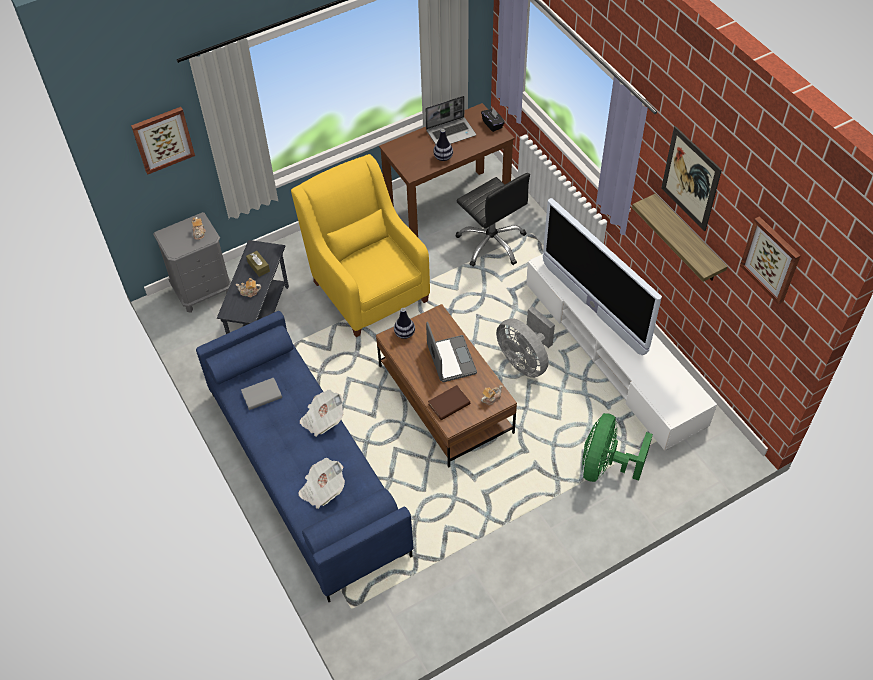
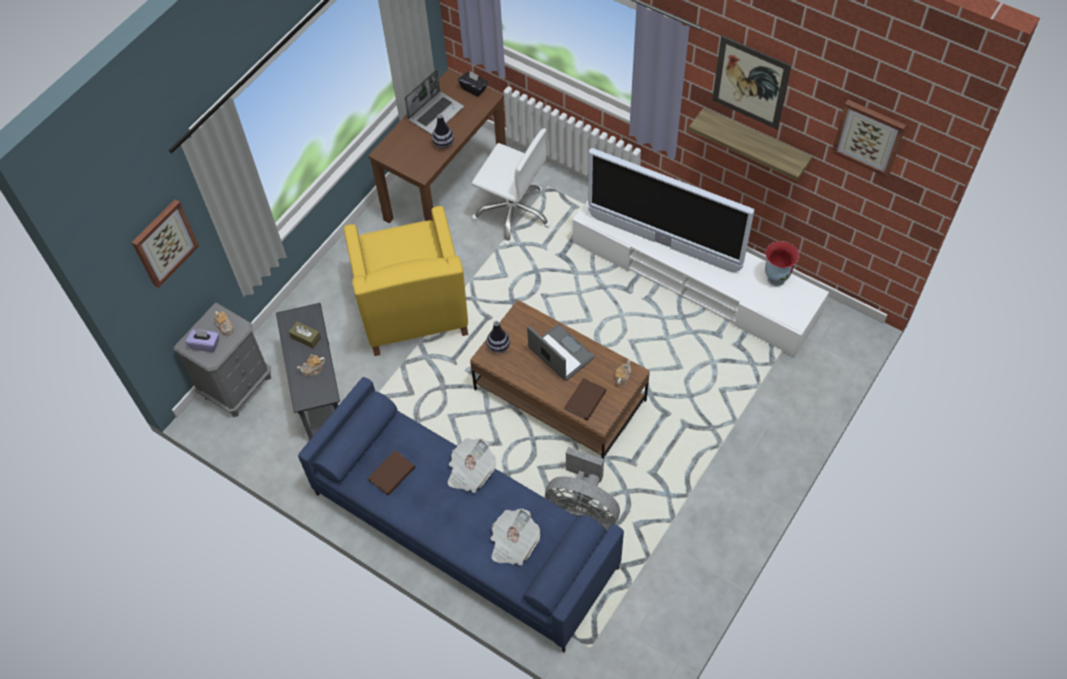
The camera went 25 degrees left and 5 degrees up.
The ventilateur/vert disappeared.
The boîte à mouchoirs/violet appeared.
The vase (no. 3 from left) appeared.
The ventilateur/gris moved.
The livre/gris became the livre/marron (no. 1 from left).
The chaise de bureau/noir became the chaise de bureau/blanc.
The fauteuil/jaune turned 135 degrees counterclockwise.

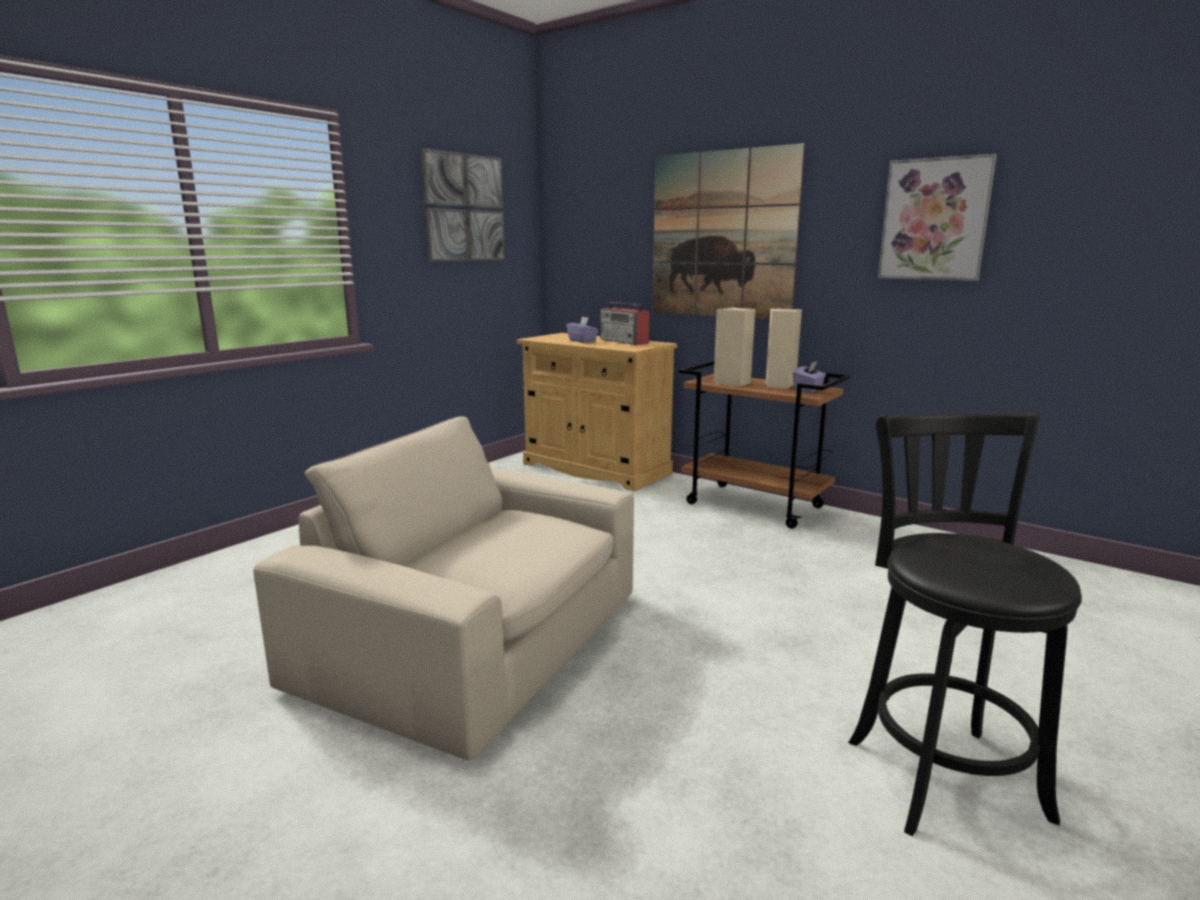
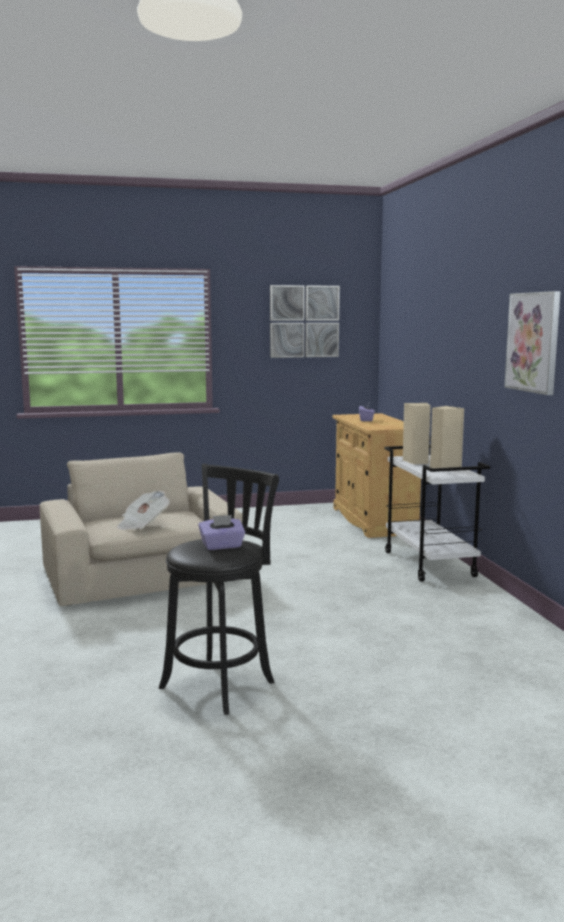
The camera went 40 degrees right and 5 degrees down.
The radio disappeared.
The tableau (no. 2 from left) disappeared.
The journal appeared.
The boîte à mouchoirs/violet (no. 2 from left in the first image) moved.
The chariot/marron became the chariot/blanc.

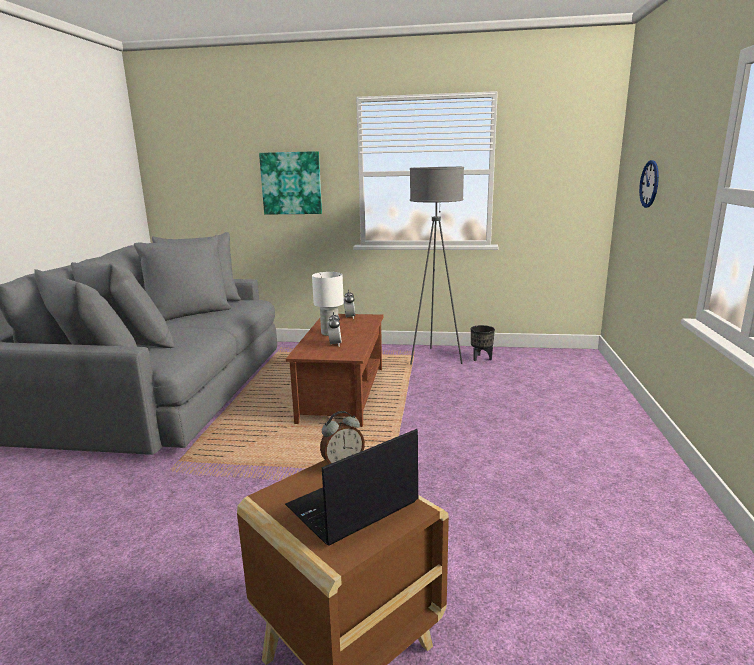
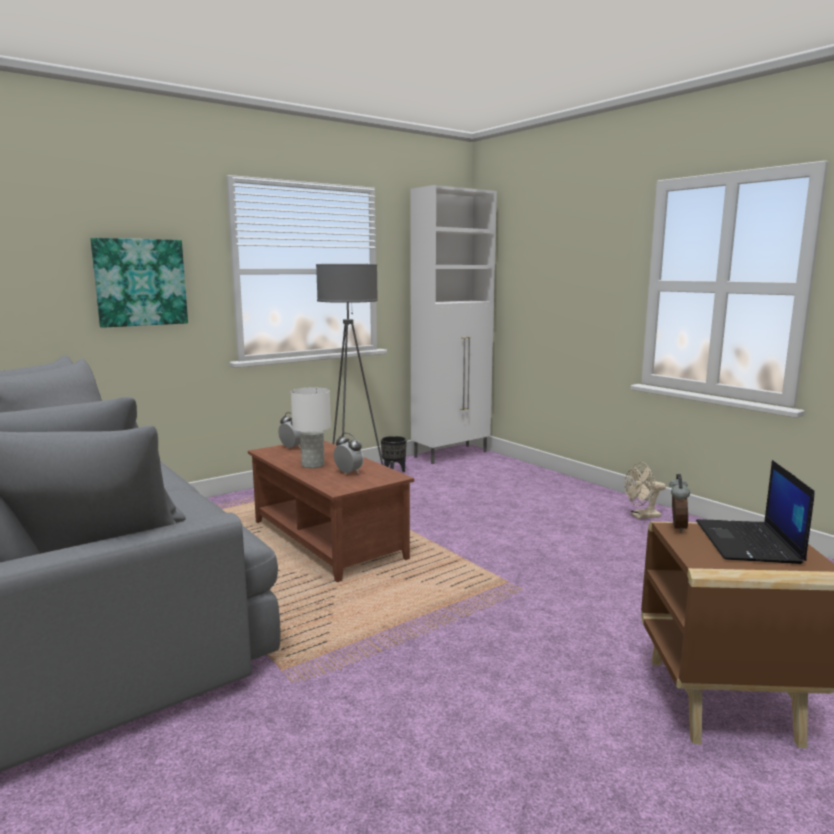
The camera went 45 degrees left and 5 degrees down.
The horloge murale disappeared.
The meuble de rangement/blanc appeared.
The ventilateur/beige appeared.

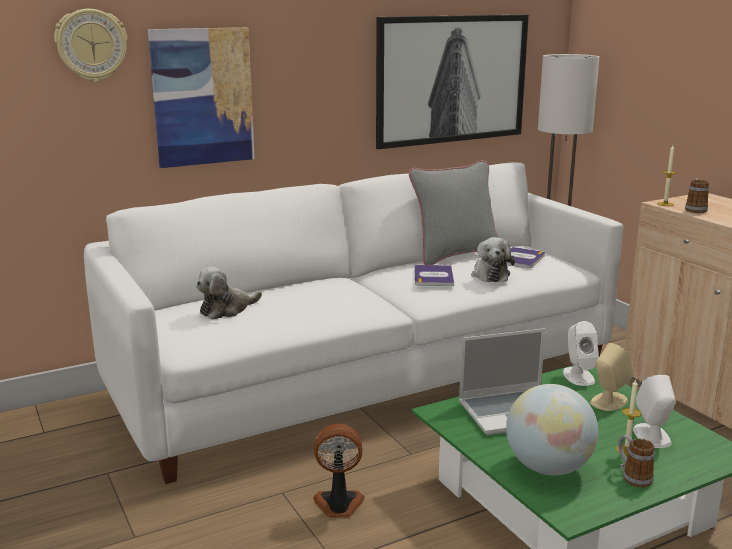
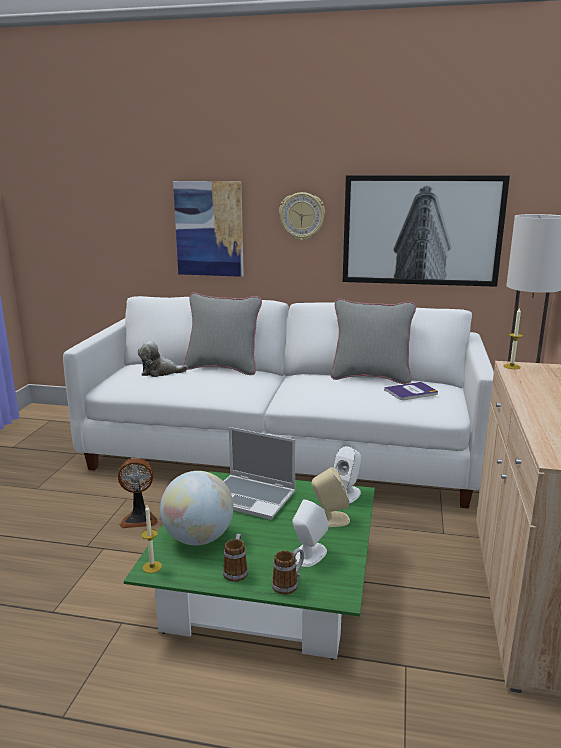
The camera went 40 degrees right and 0 degrees up.
The livre (no. 1 from left) disappeared.
The peluche (no. 2 from left) disappeared.
The coussin/gris (no. 1 from left) appeared.
The horloge murale moved.
The bougie (no. 1 from left) moved.
The mug (no. 2 from left) moved.
The ventilateur turned 135 degrees clockwise.

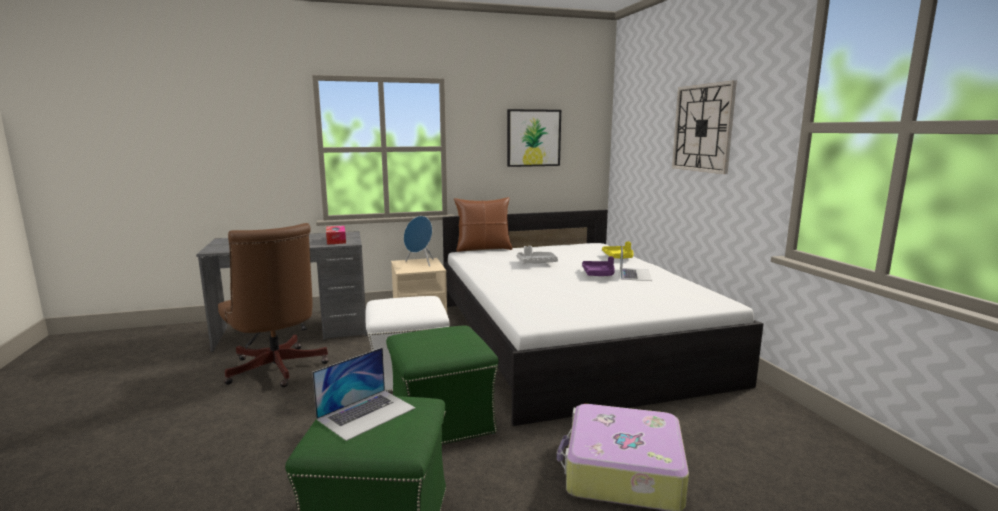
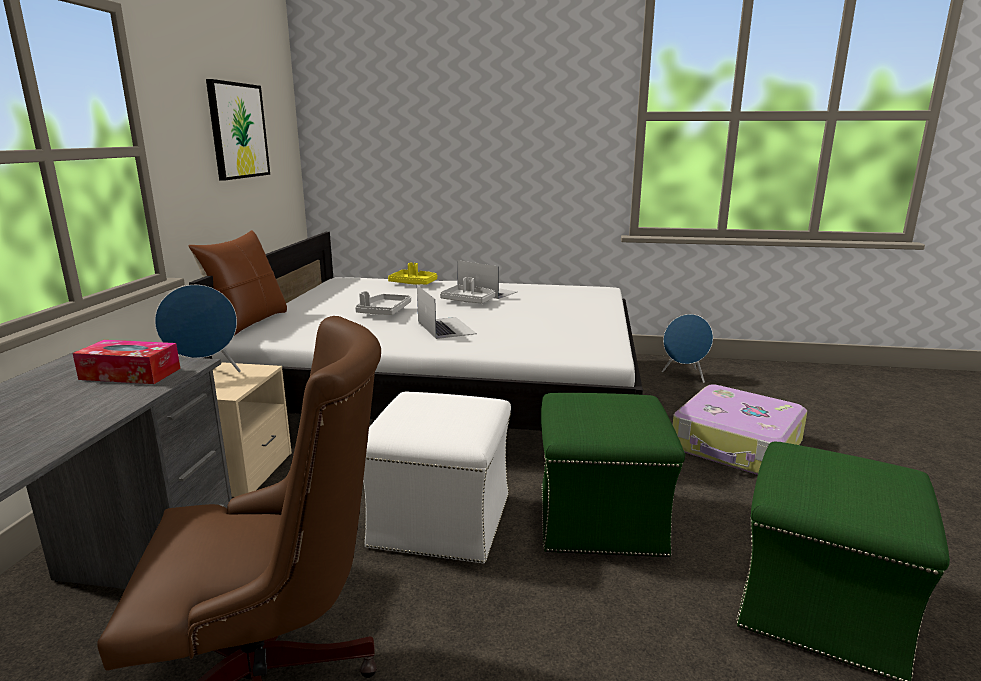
The camera went 65 degrees left and 5 degrees up.
The horloge murale disappeared.
The enceinte/bleu (no. 2 from left) appeared.
The ordinateur portable (no. 1 from left) moved.
The plateau/violet became the plateau/gris (no. 2 from left).

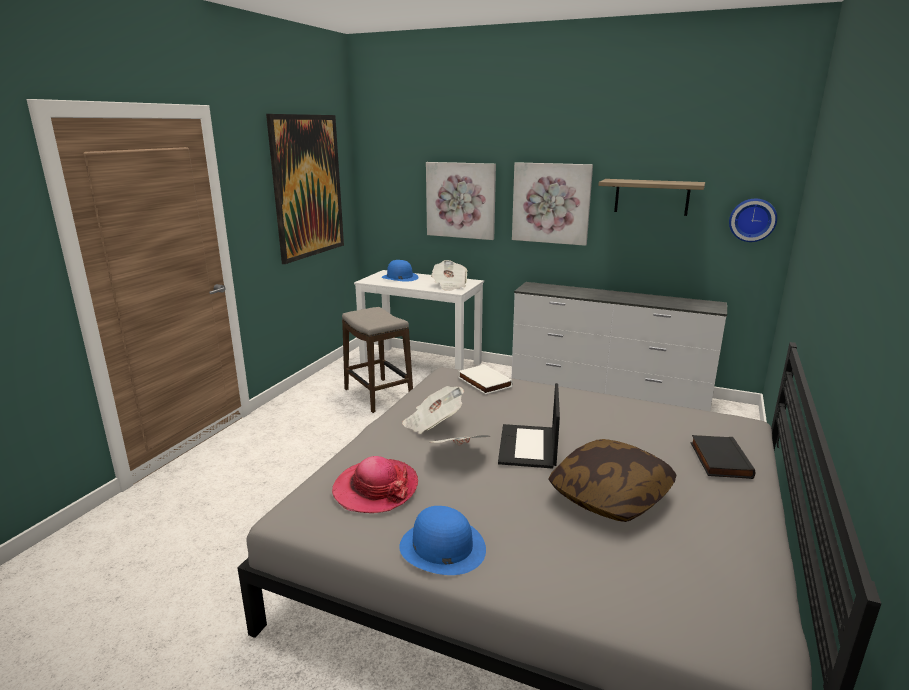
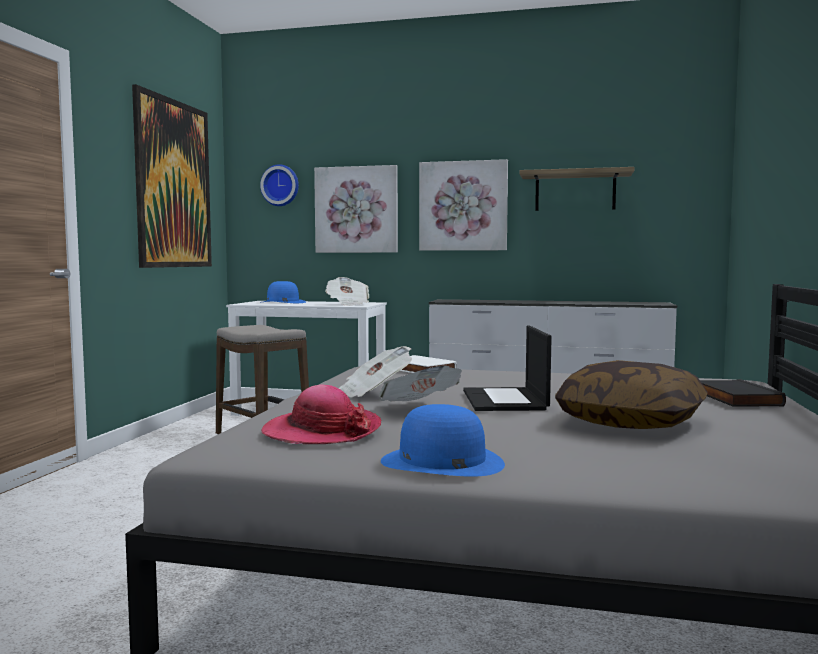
The camera went 10 degrees left and 15 degrees down.
The horloge murale moved.

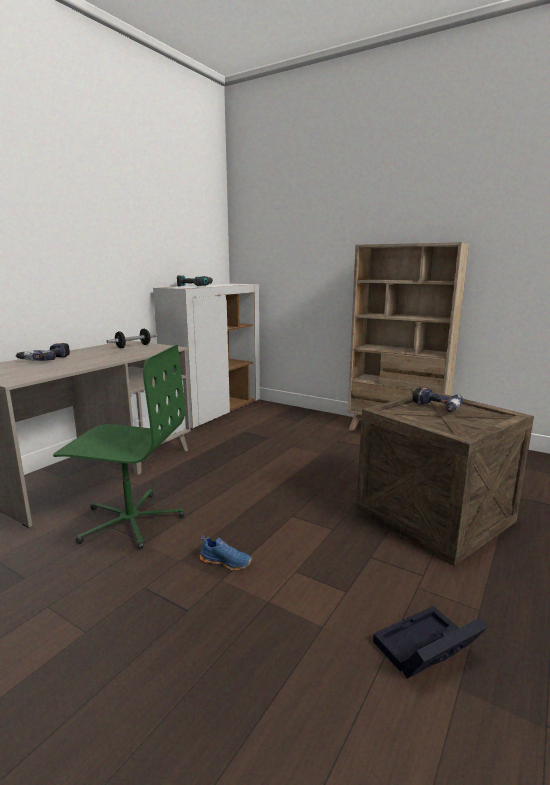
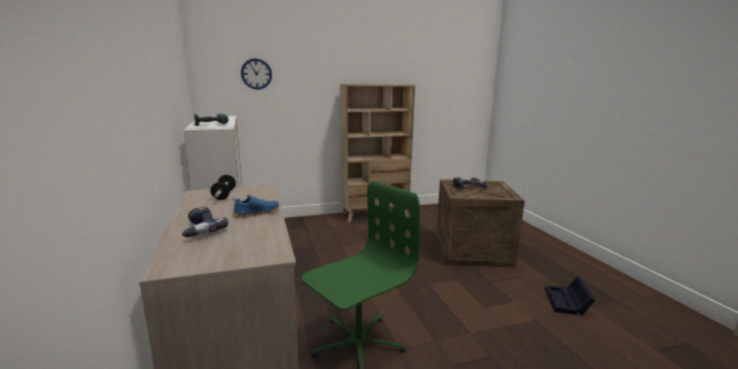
The camera went 50 degrees left and 0 degrees up.
The horloge murale appeared.
The chaussure/bleu moved.

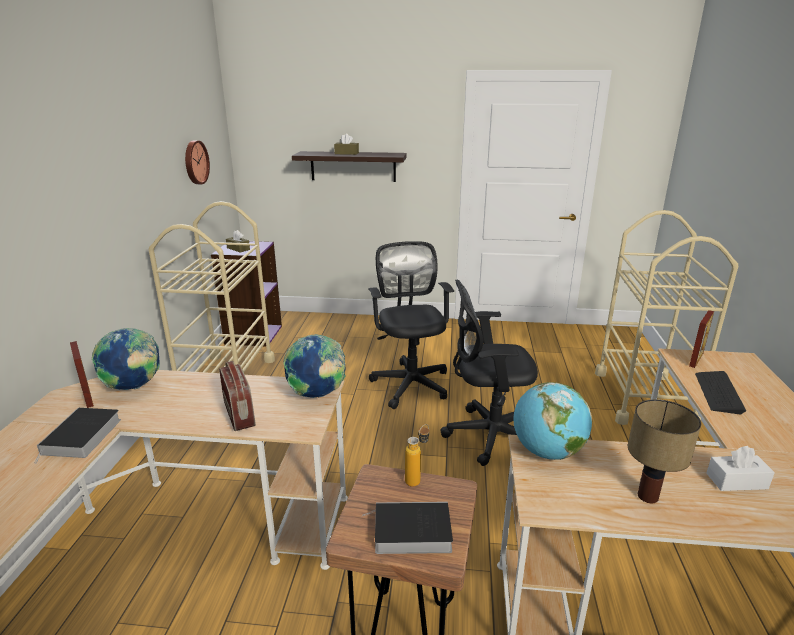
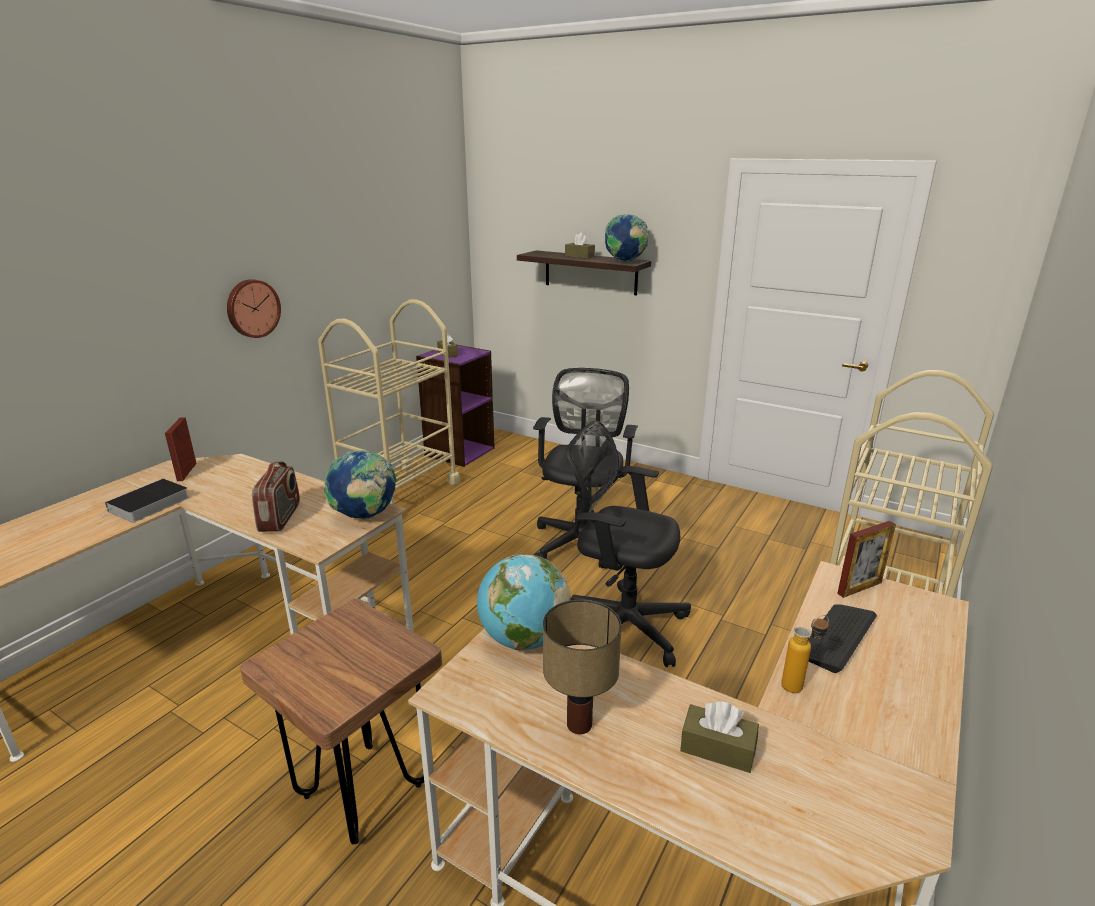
The camera went 25 degrees right and 0 degrees up.
The livre (no. 2 from left) disappeared.
The globe (no. 1 from left in the first image) moved.
The horloge murale moved.
The bouteille moved.
The boîte à mouchoirs/blanc became the boîte à mouchoirs/marron (no. 3 from left).

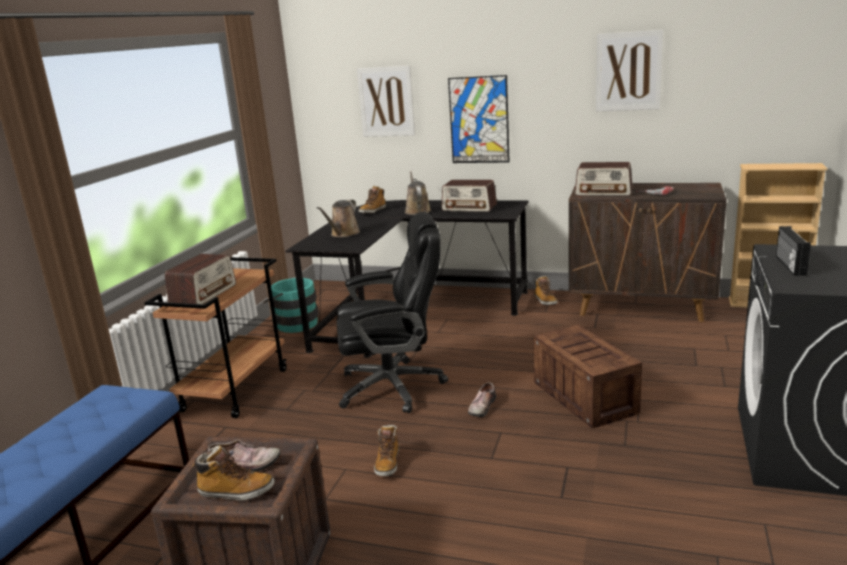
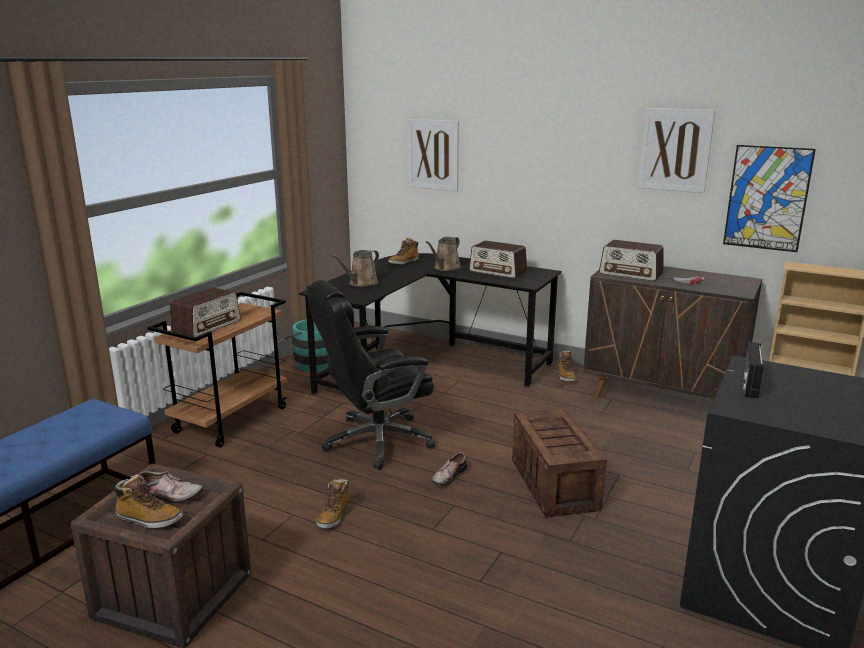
The camera went 10 degrees right and 0 degrees up.
The tableau (no. 2 from left in the first image) moved.
The chaise de bureau/noir turned 150 degrees clockwise.
The arrosoir/marron (no. 2 from left) turned 150 degrees counterclockwise.

